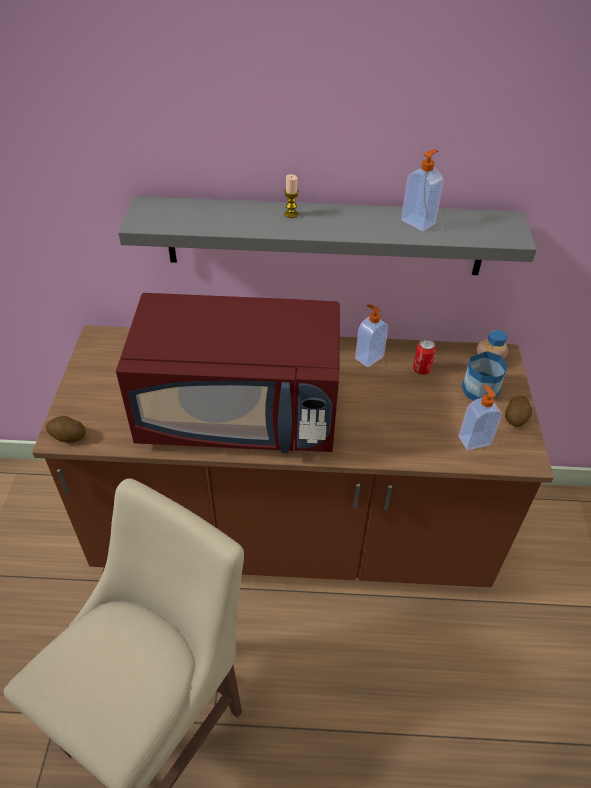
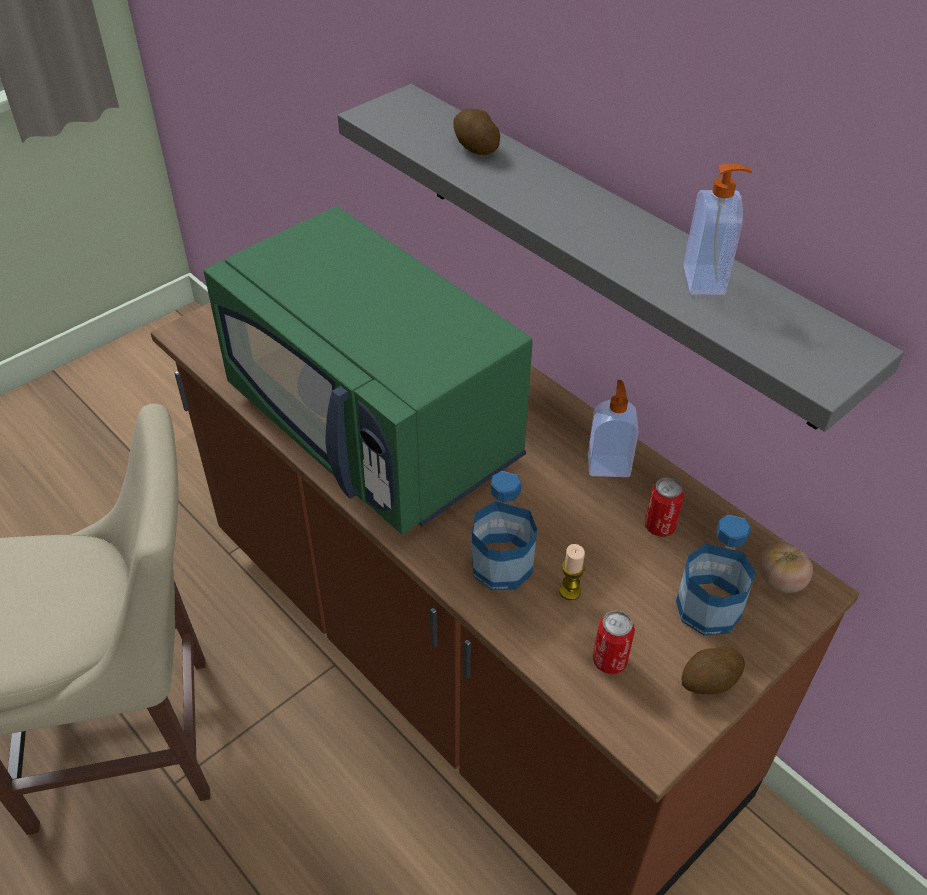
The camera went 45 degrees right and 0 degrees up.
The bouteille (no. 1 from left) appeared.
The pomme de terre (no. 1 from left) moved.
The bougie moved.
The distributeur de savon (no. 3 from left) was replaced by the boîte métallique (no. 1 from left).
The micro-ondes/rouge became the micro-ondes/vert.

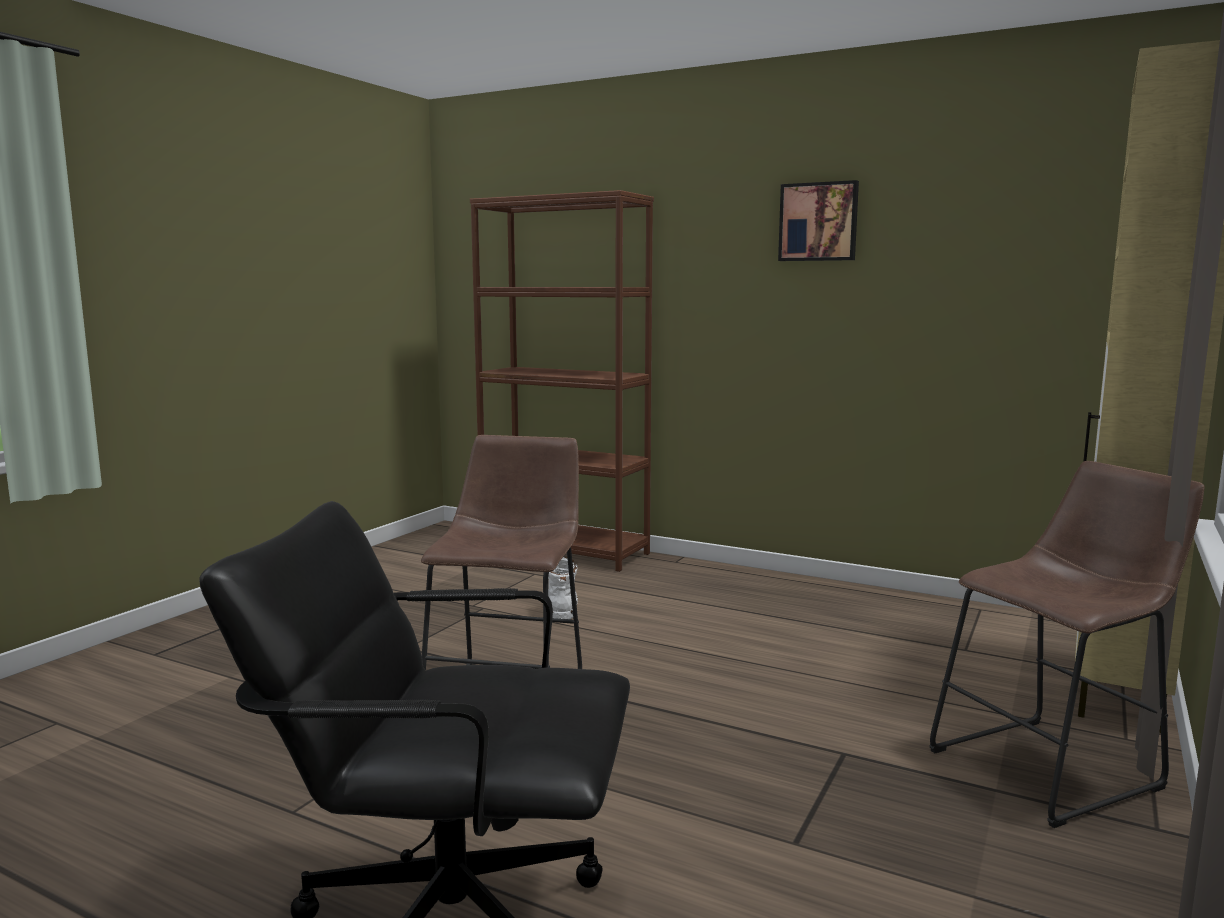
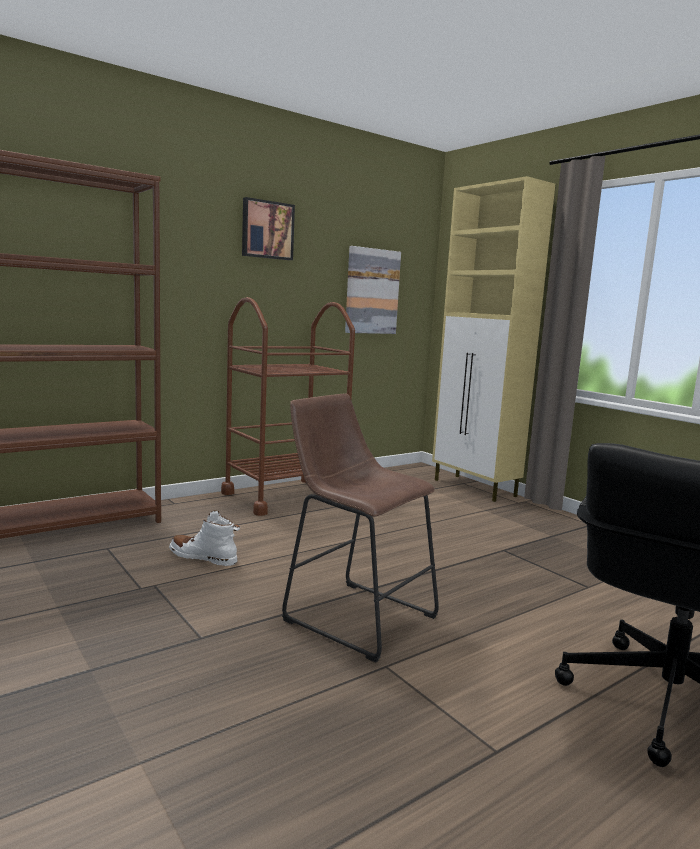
The camera went 65 degrees left and 0 degrees up.
The tabouret/marron (no. 2 from left) disappeared.
The chariot/marron appeared.
The tableau (no. 2 from left) appeared.

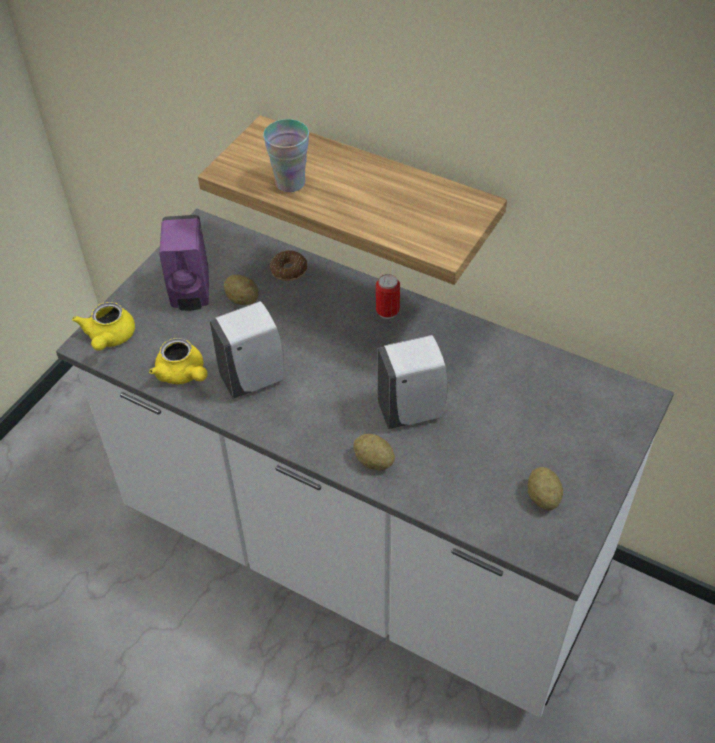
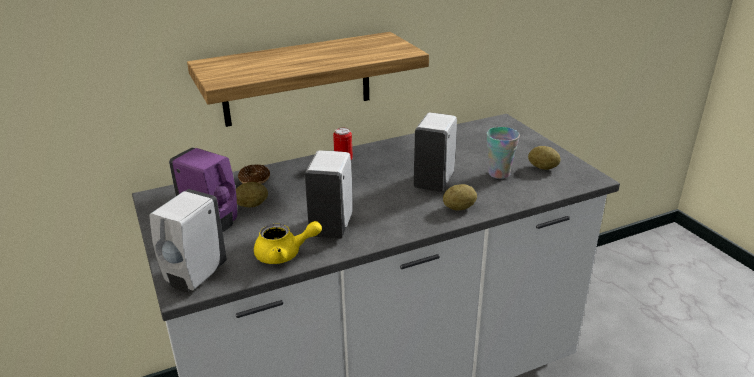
The camera went 55 degrees left and 20 degrees down.
The tasse moved.
The théière/jaune (no. 1 from left) was replaced by the distributeur de savon/blanc (no. 1 from left).

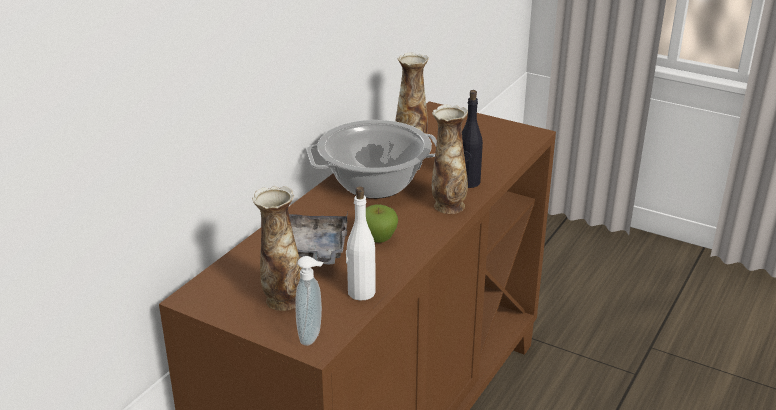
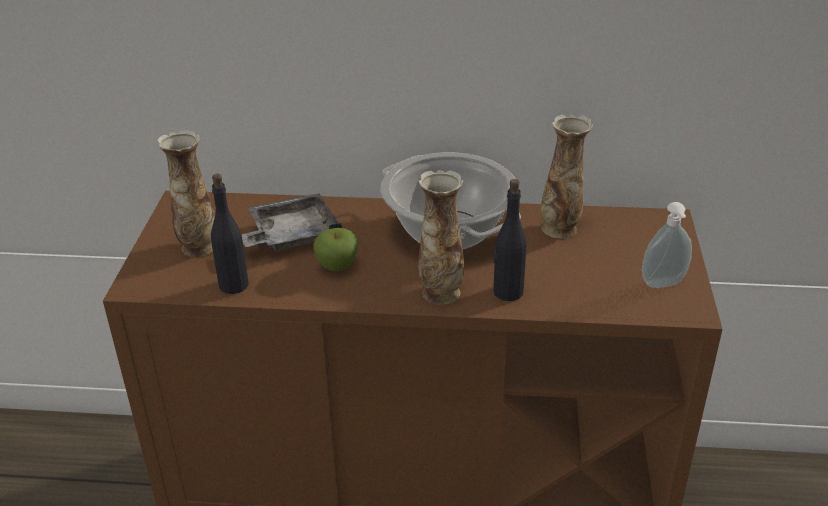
The camera went 65 degrees right and 5 degrees up.
The distributeur de savon moved.
The bouteille/blanc became the bouteille/noir (no. 1 from left).

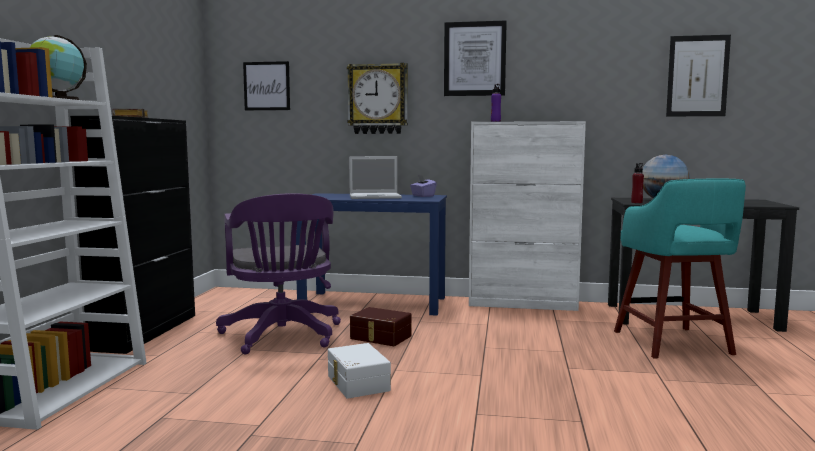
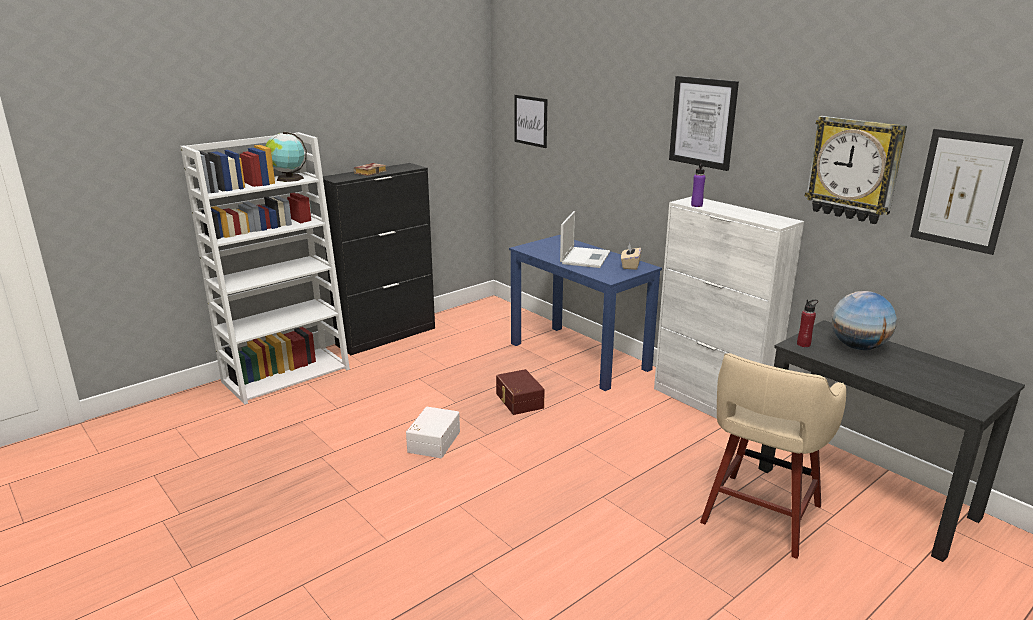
The camera went 40 degrees right and 15 degrees up.
The chaise de bureau/violet disappeared.
The horloge murale moved.
The boîte à mouchoirs/violet became the boîte à mouchoirs/beige.
The tabouret/turquoise became the tabouret/beige.
The ordinateur portable turned 105 degrees counterclockwise.

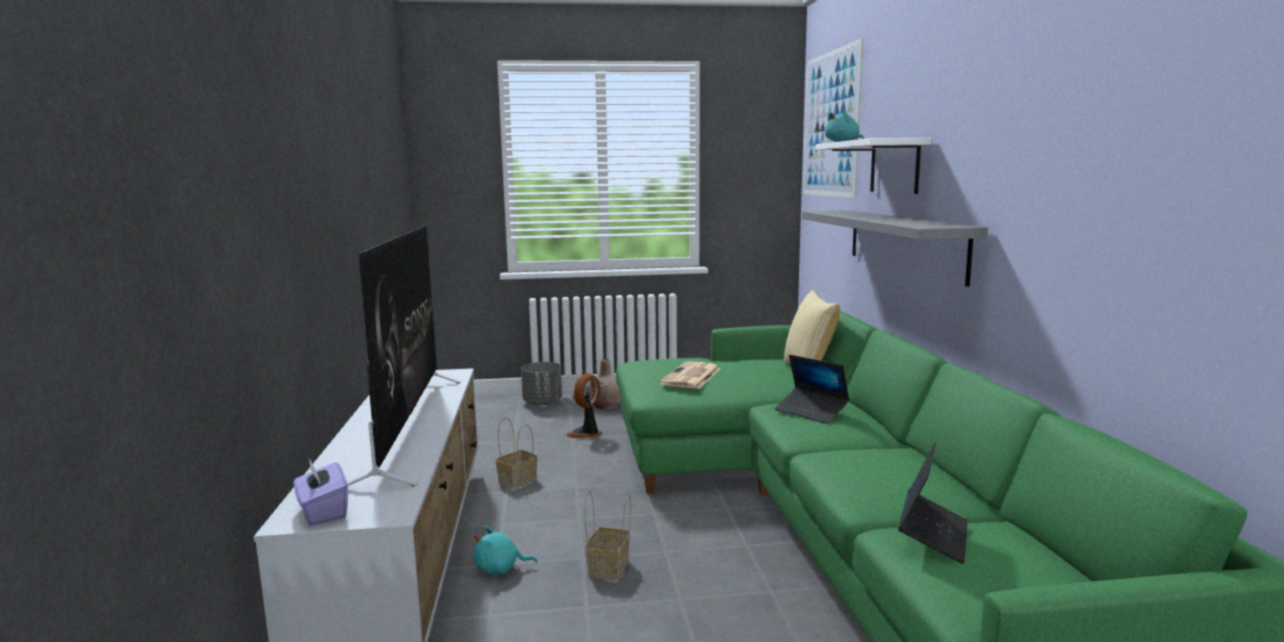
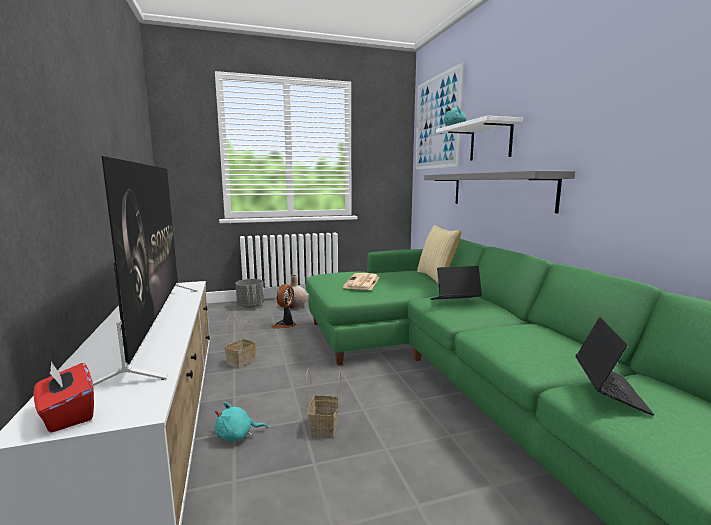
The camera went 10 degrees left and 0 degrees up.
The boîte à mouchoirs/violet became the boîte à mouchoirs/rouge.
The ordinateur portable (no. 1 from left) turned 135 degrees clockwise.

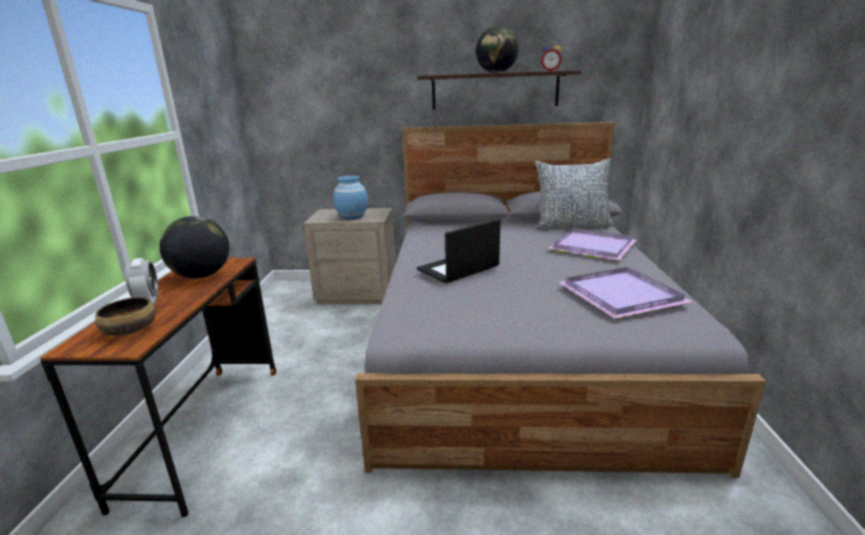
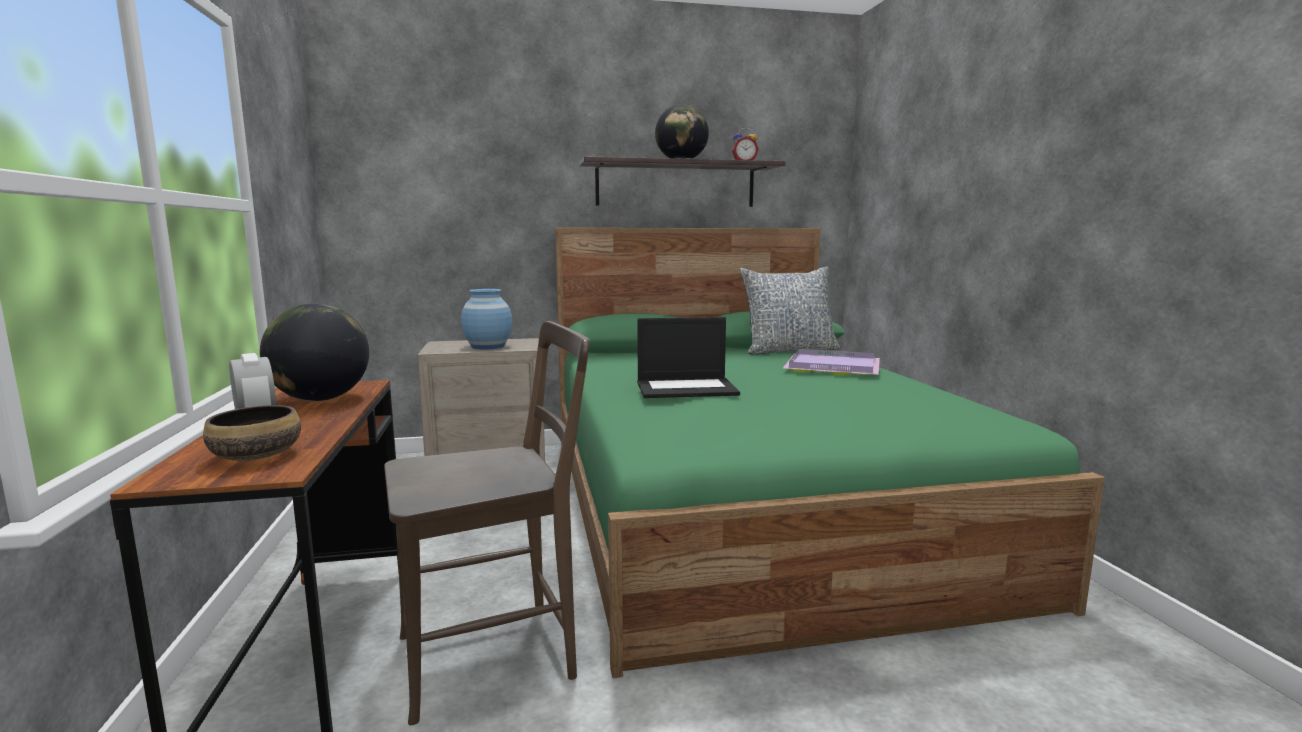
The camera went 15 degrees left and 10 degrees down.
The plateau/violet (no. 2 from left) disappeared.
The chaise/marron appeared.
The lit/gris became the lit/vert.
The ordinateur portable turned 135 degrees counterclockwise.

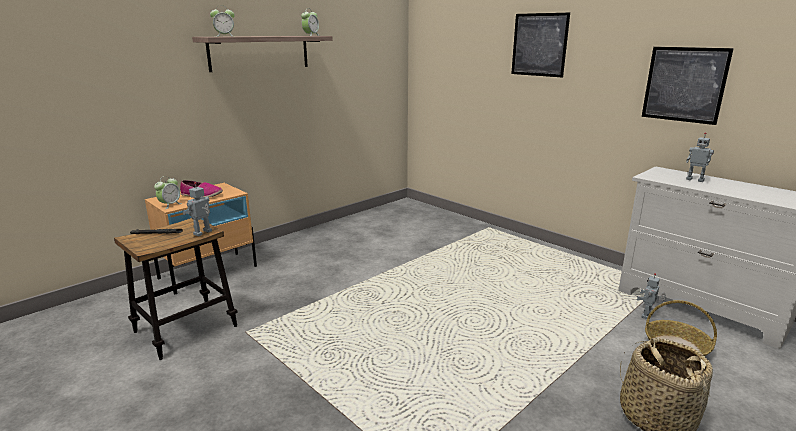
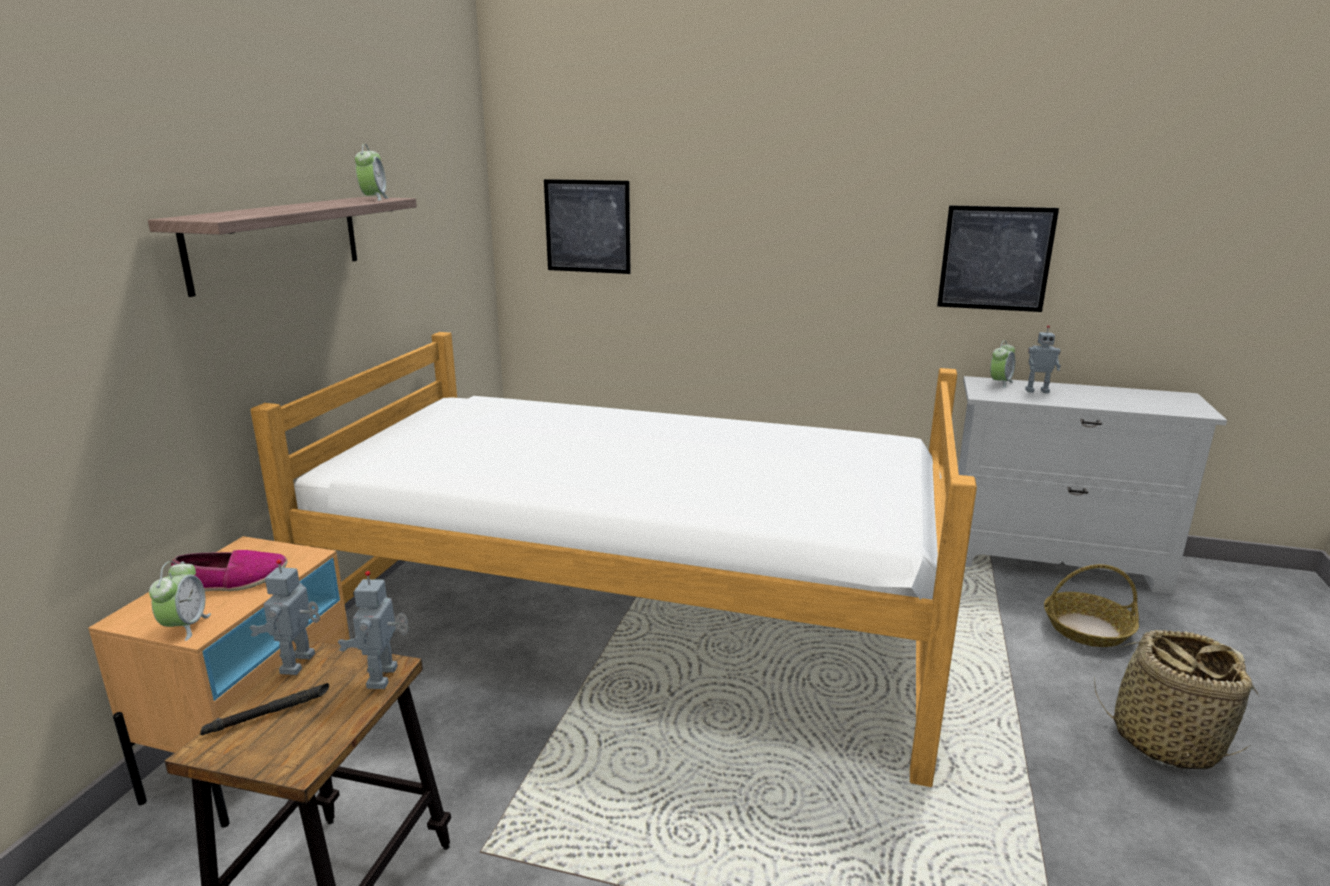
The camera went 30 degrees left and 0 degrees up.
The lit appeared.
The réveil (no. 2 from left in the first image) moved.
The tableau (no. 1 from left) moved.
The robot jouet (no. 2 from left in the first image) moved.

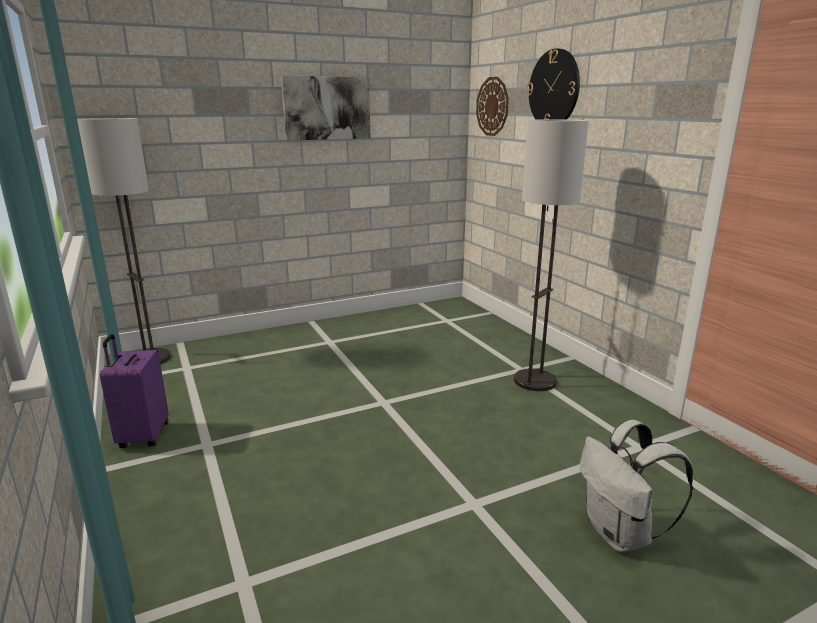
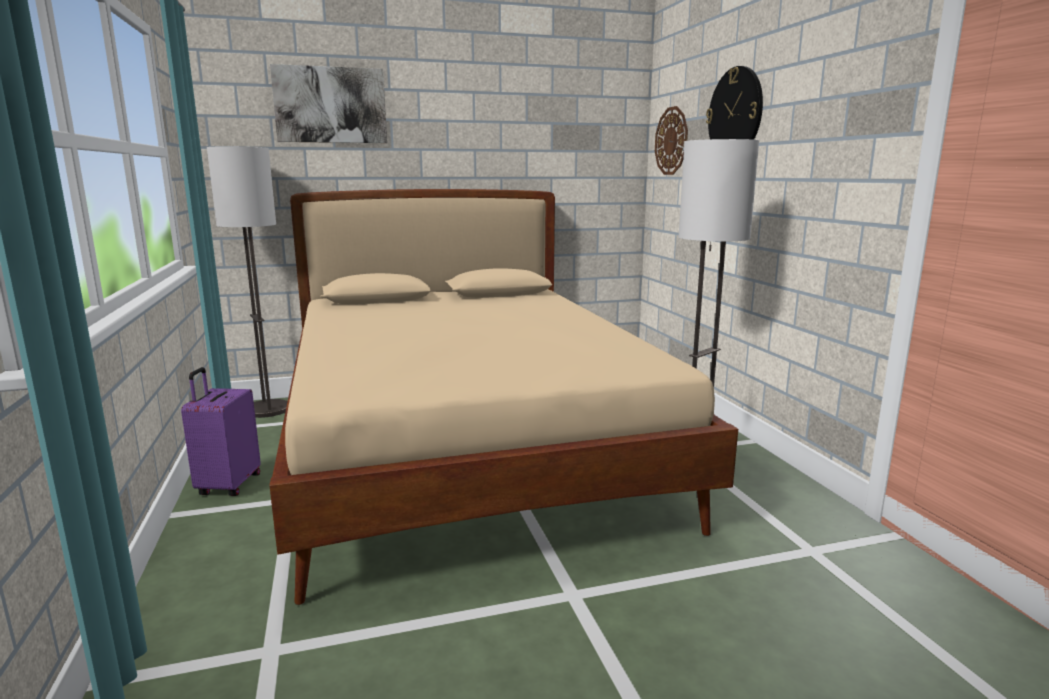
The camera went 10 degrees right and 5 degrees down.
The sac à dos/blanc disappeared.
The lit/beige appeared.
The tableau moved.

